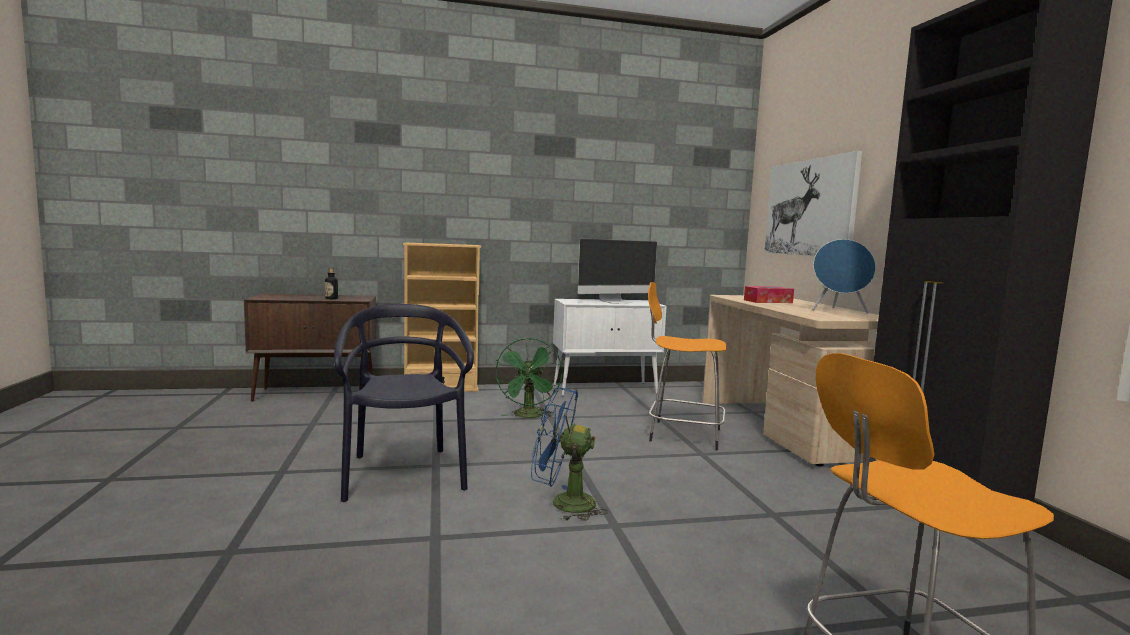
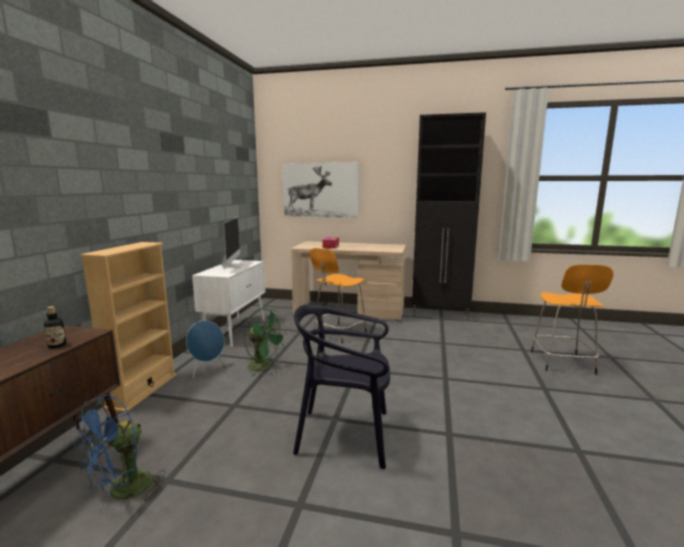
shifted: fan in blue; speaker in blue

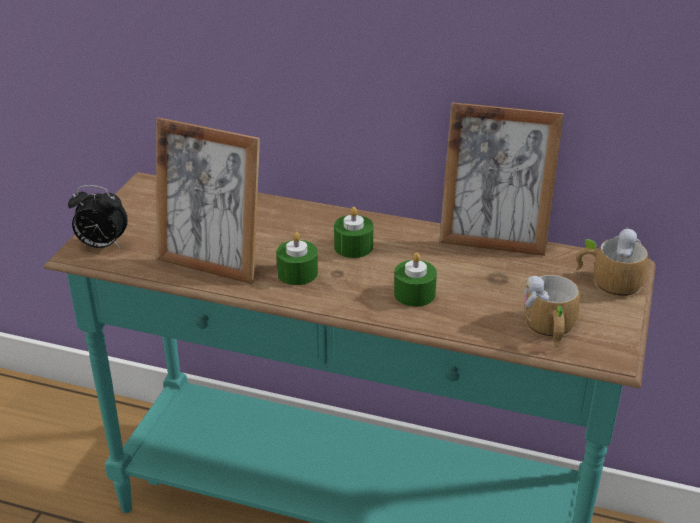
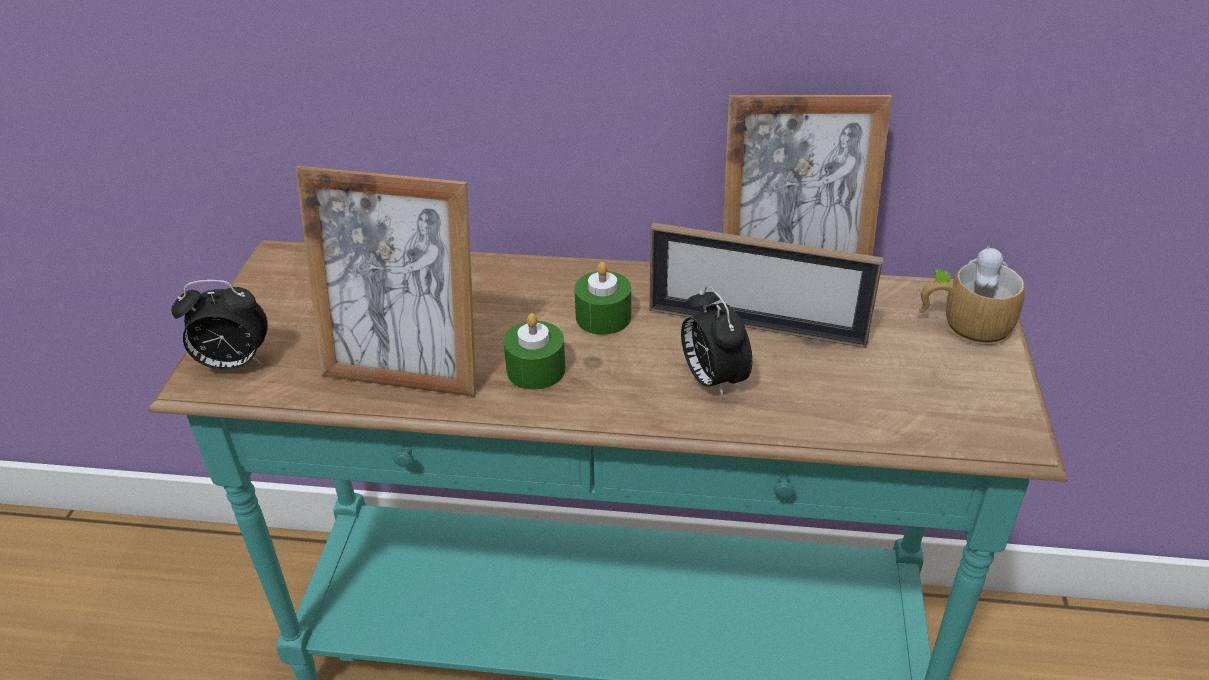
gone: mug (no. 1 from left)
new: picture frame (no. 2 from left)
swapped: candle in green (no. 3 from left) to alarm clock (no. 2 from left)

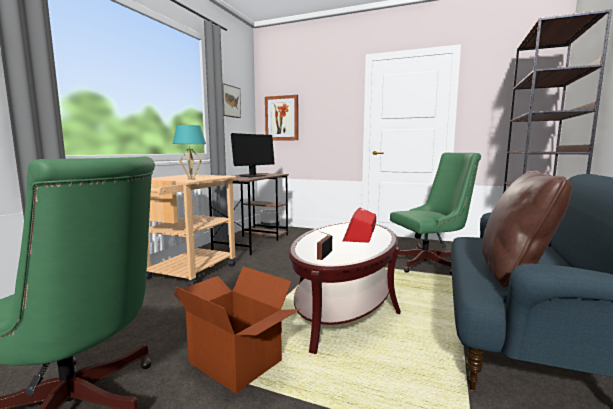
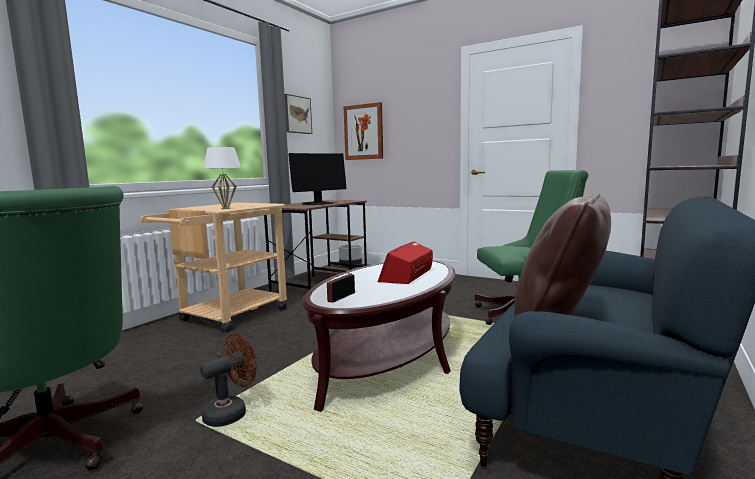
swapped: cardboard box to fan in brown
repainted: table lamp in turquoise to table lamp in white

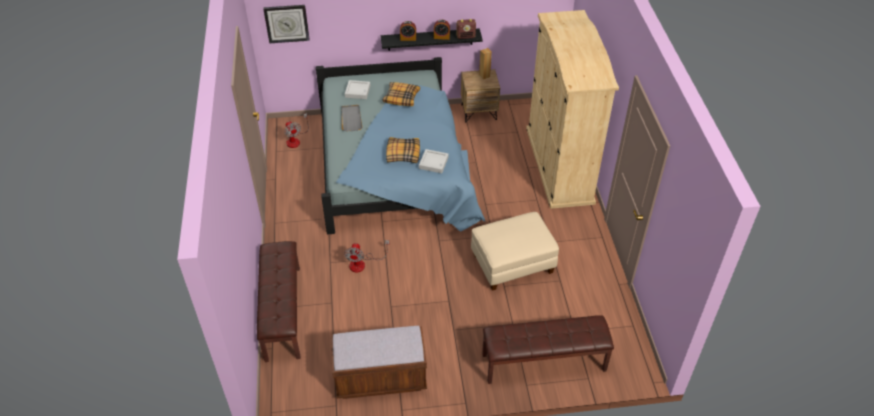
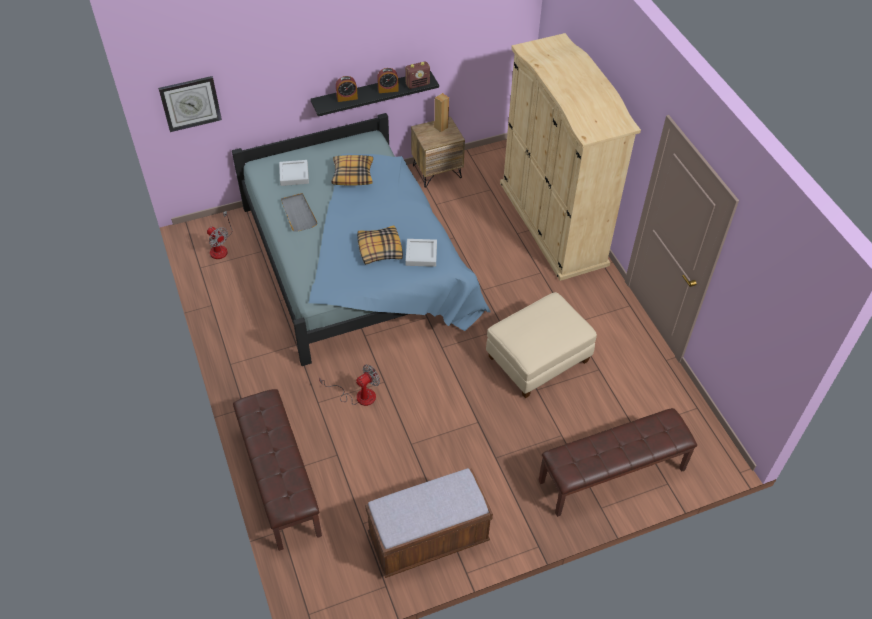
rotated: fan (no. 2 from left) 120 degrees counterclockwise

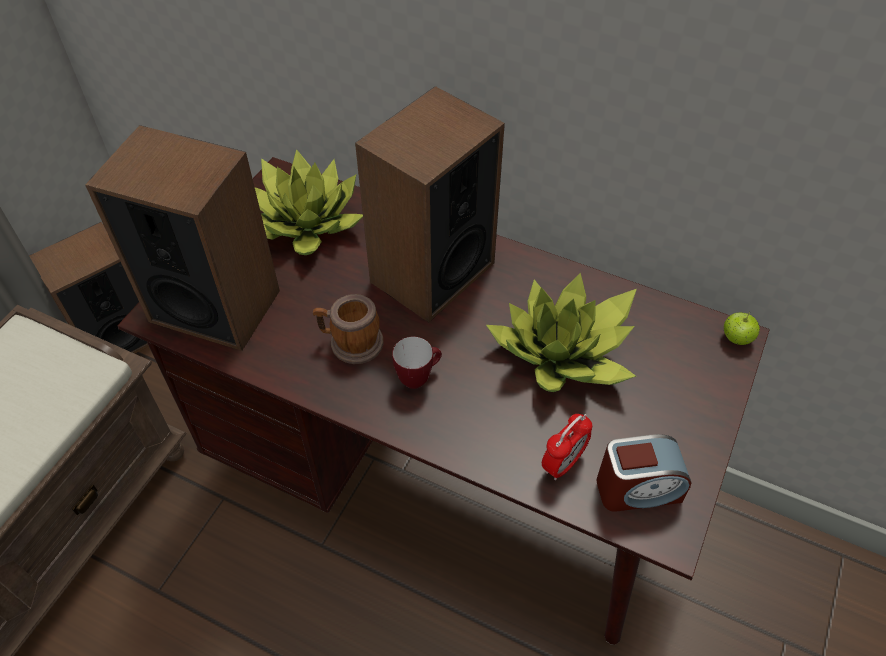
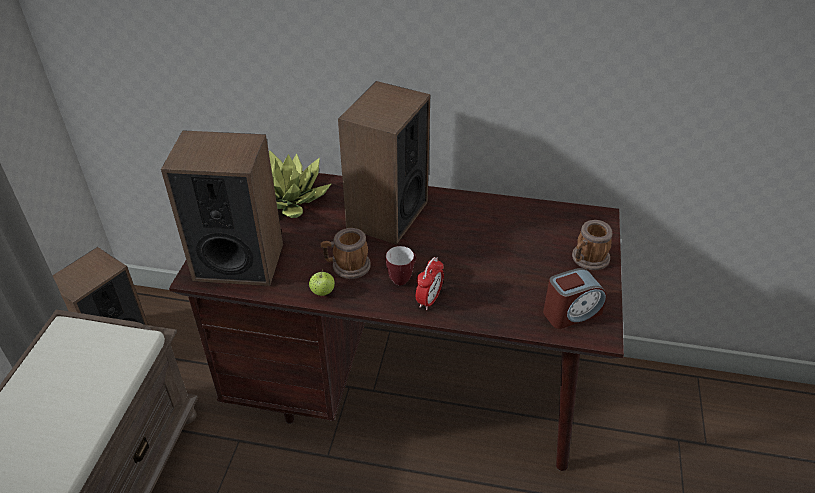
gone: potted plant (no. 2 from left)
new: mug (no. 3 from left)
shifted: alarm clock (no. 1 from left); apple

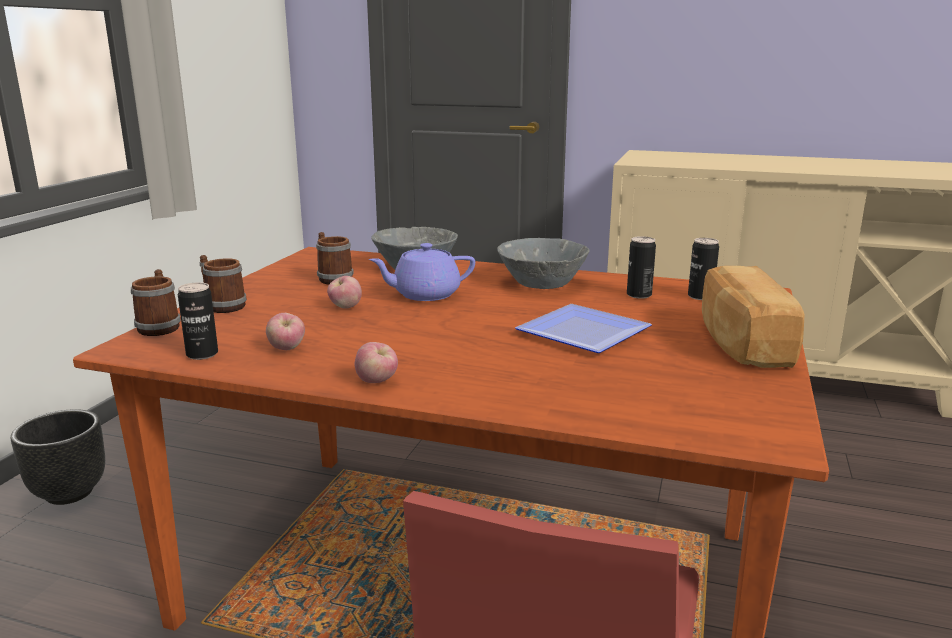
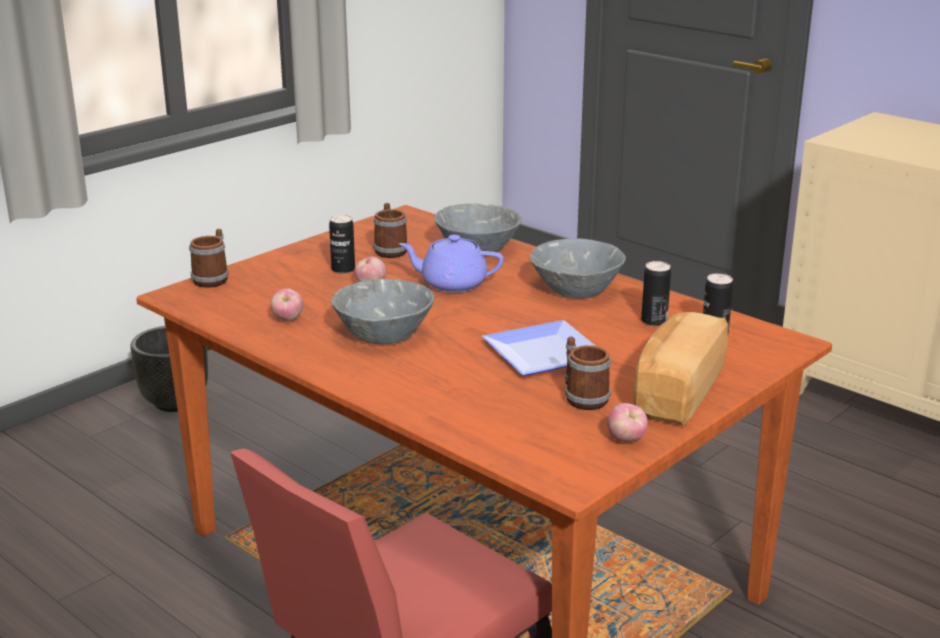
new: bowl in grey (no. 1 from left)
shifted: can (no. 1 from left); mug (no. 2 from left in the first image) to mug (no. 3 from left); apple (no. 3 from left)

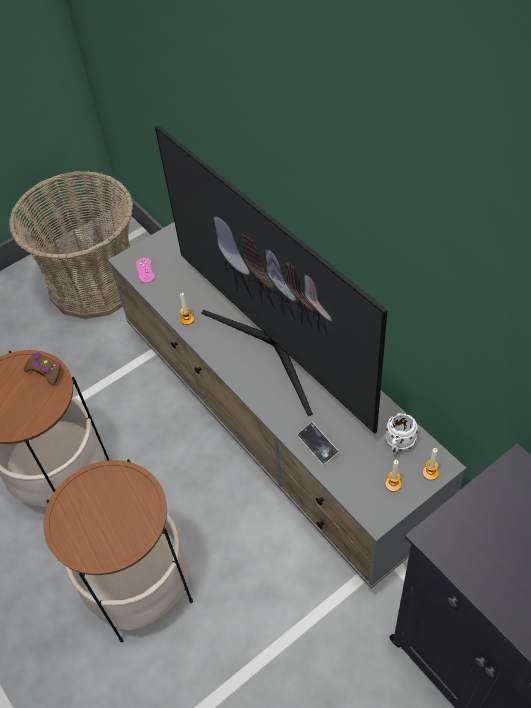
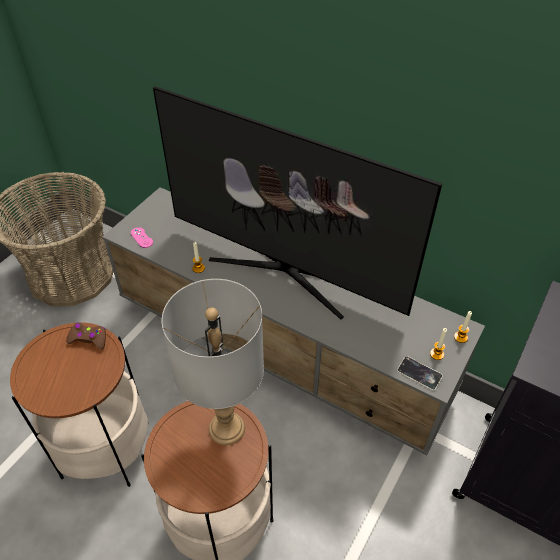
gone: mug in white
new: table lamp in grey
shifted: phone

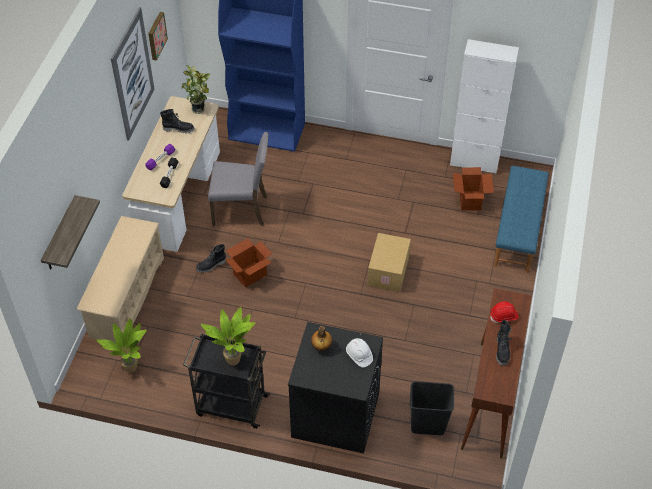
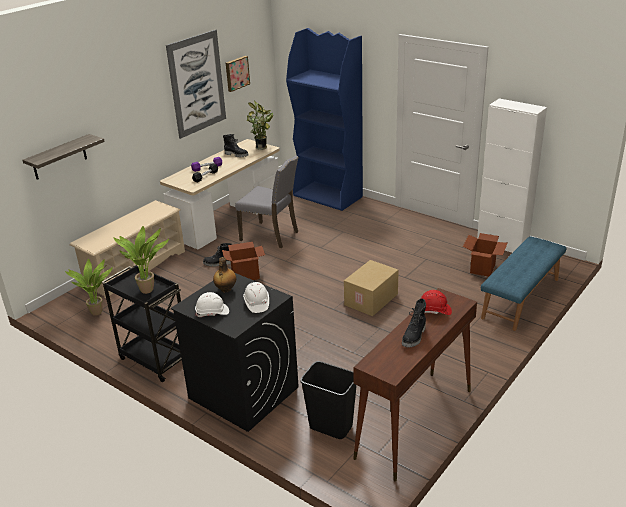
new: hard hat in white (no. 1 from left)

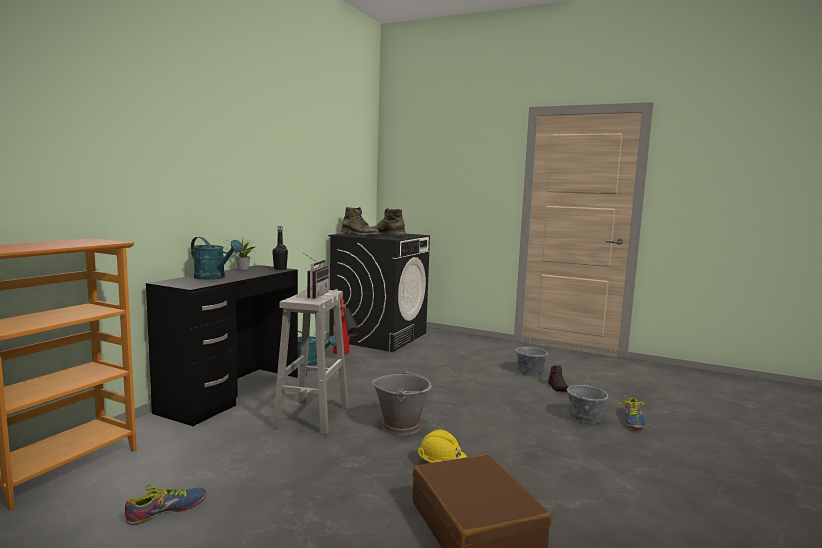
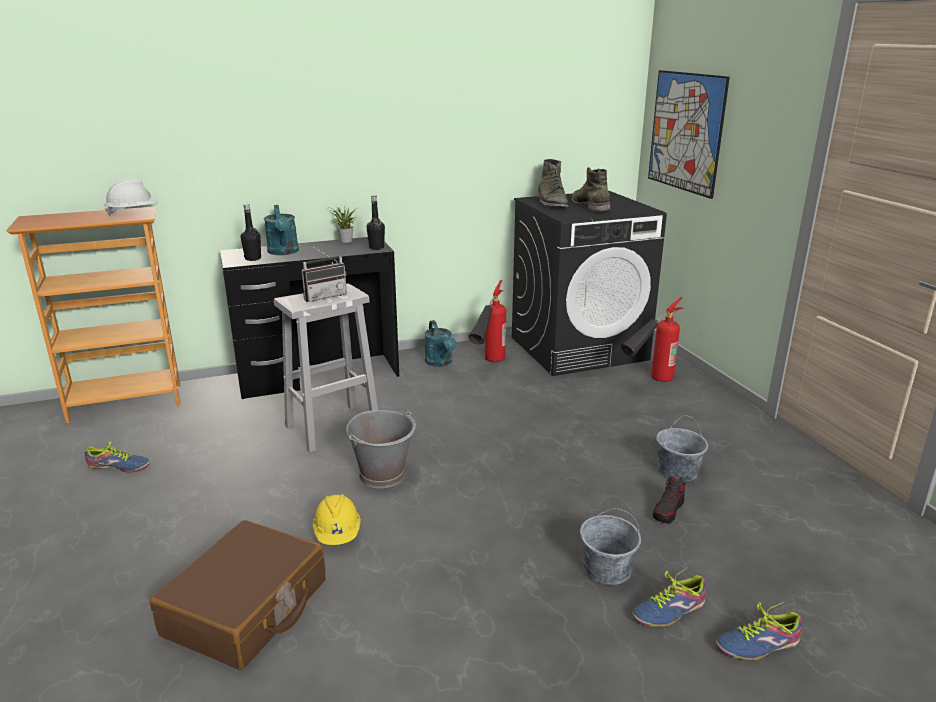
new: hard hat in white; bottle in black (no. 1 from left); fire extinguisher (no. 2 from left); picture; shoe (no. 4 from left)

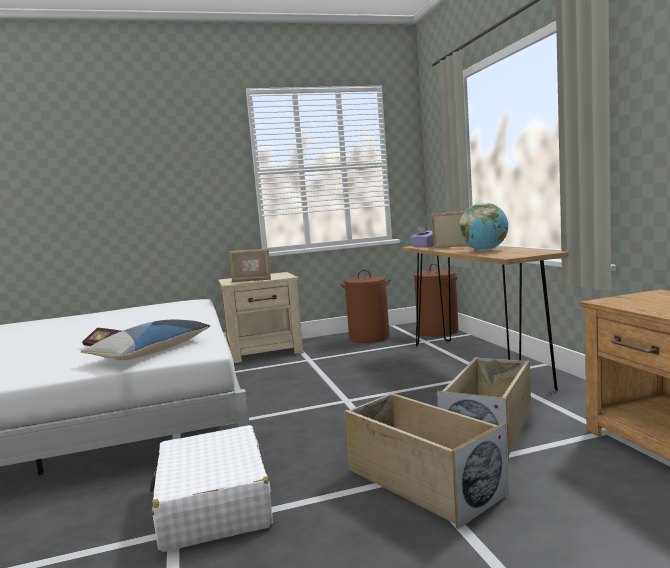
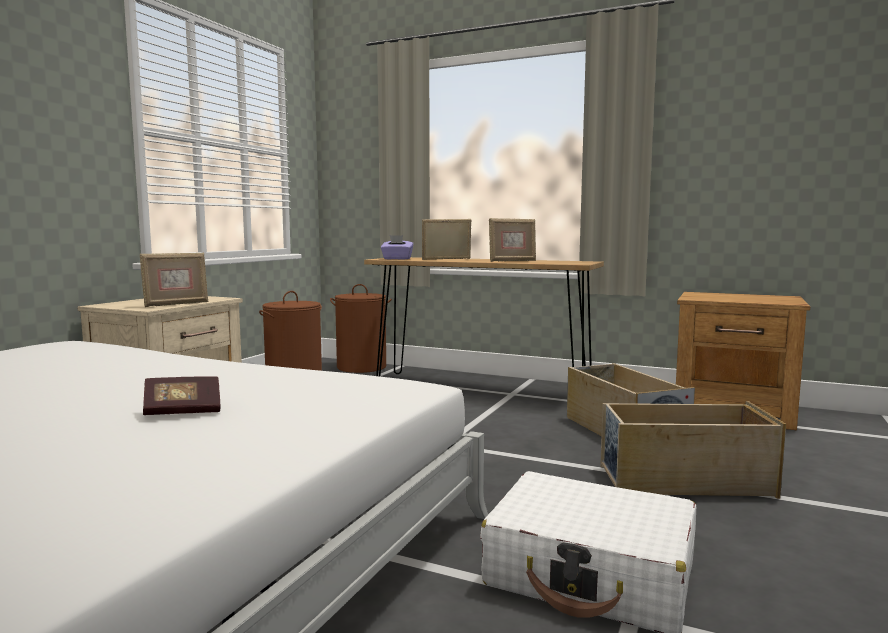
gone: pillow
swapped: globe to picture frame (no. 3 from left)

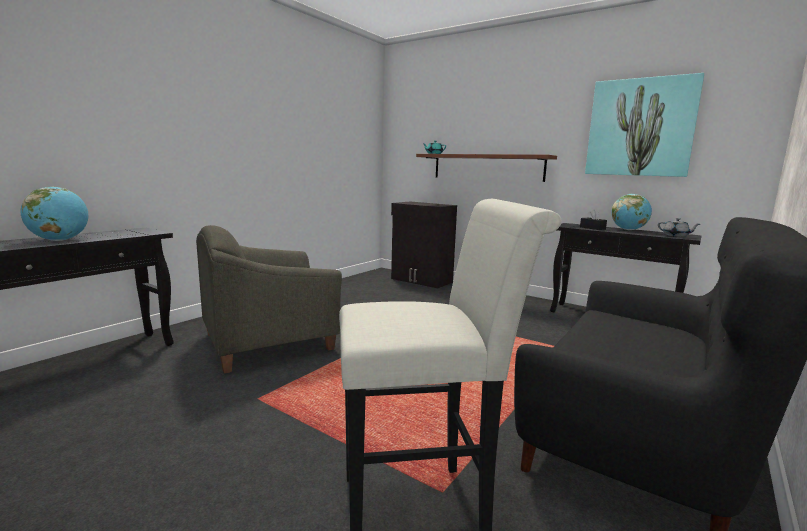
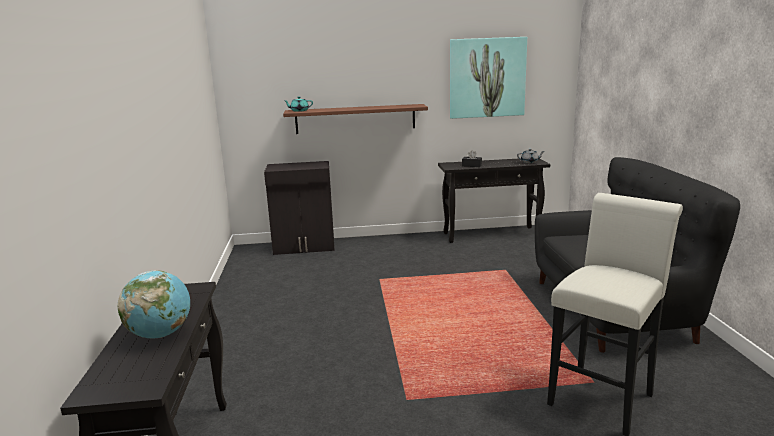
gone: armchair in grey; globe (no. 2 from left)

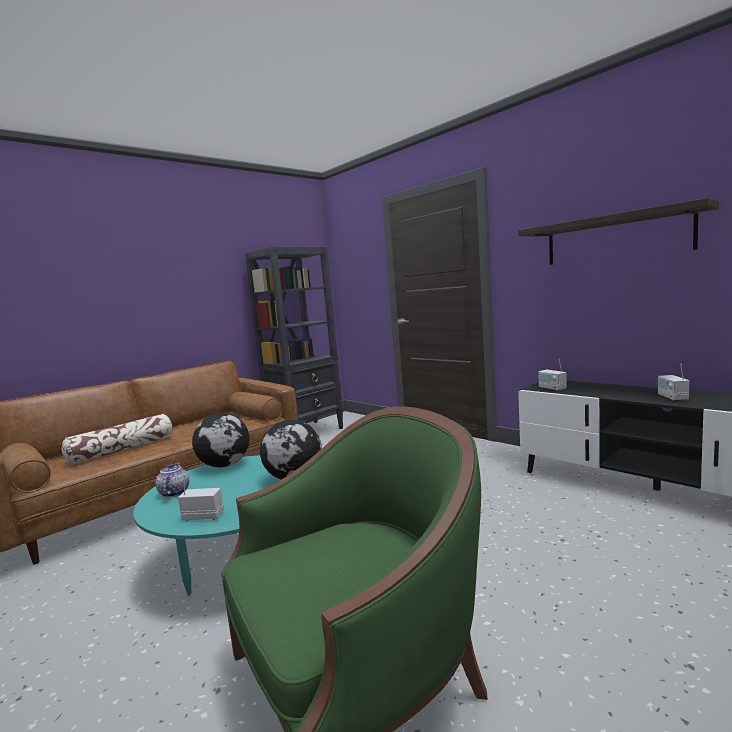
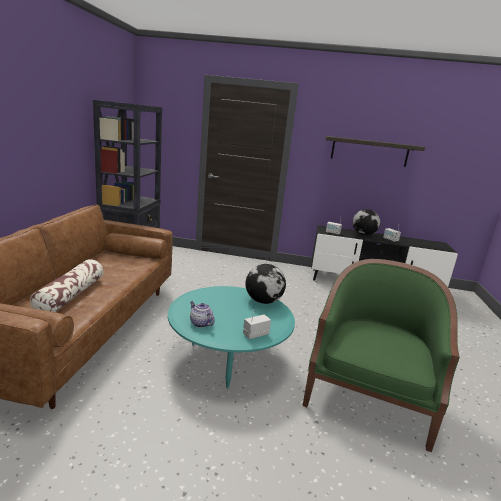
shifted: globe (no. 1 from left in the first image) to globe (no. 2 from left)

